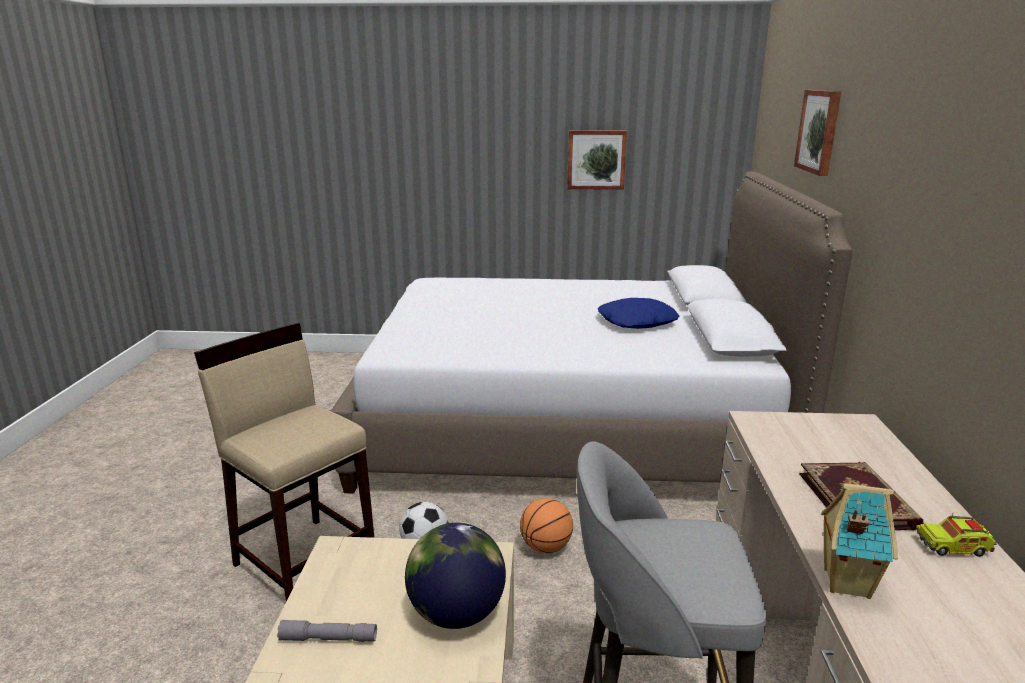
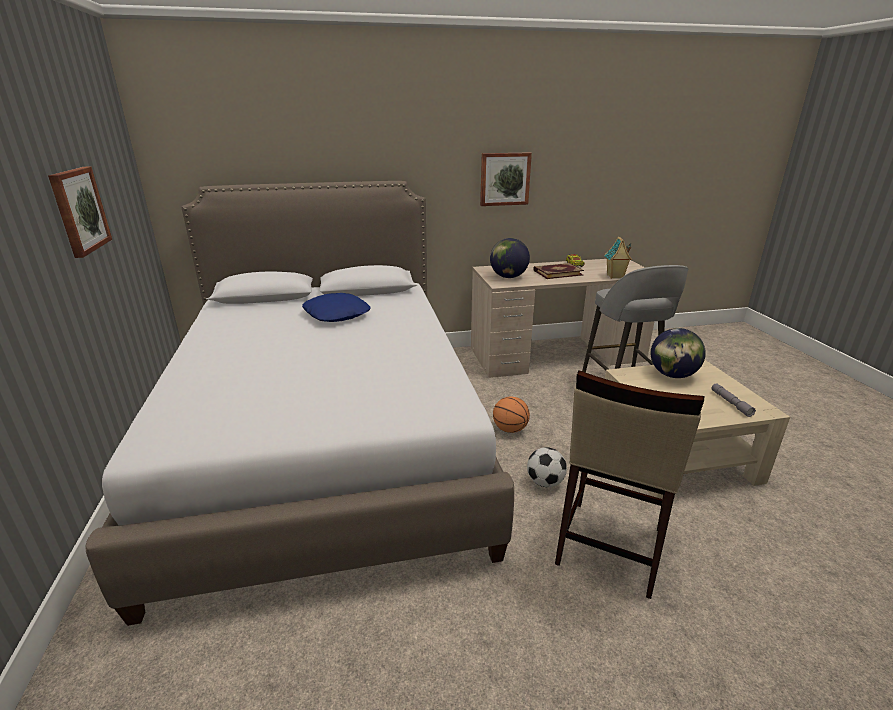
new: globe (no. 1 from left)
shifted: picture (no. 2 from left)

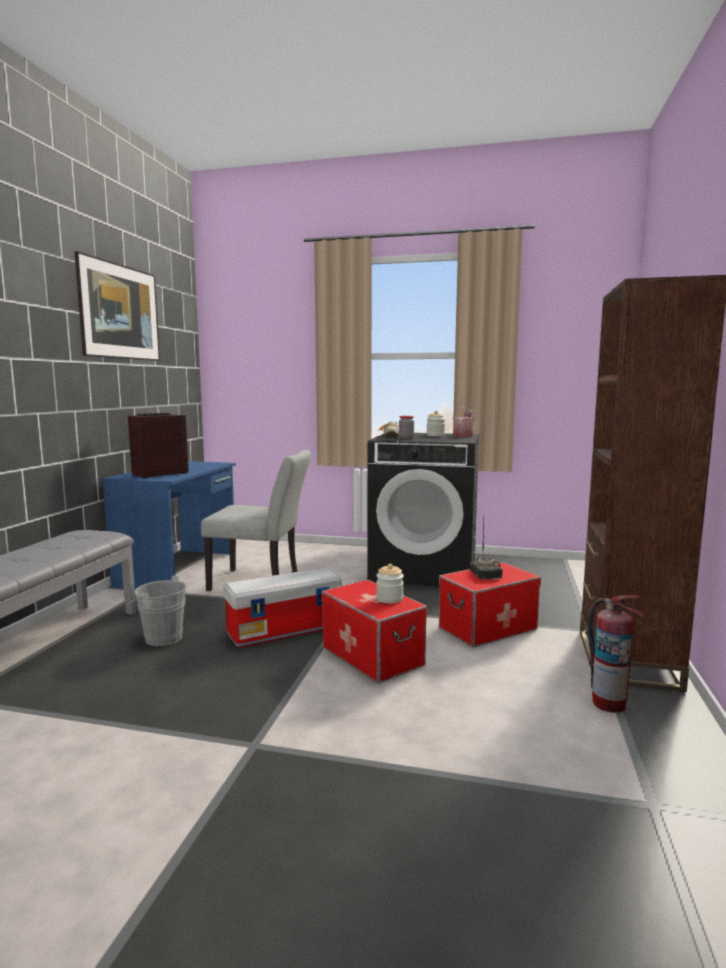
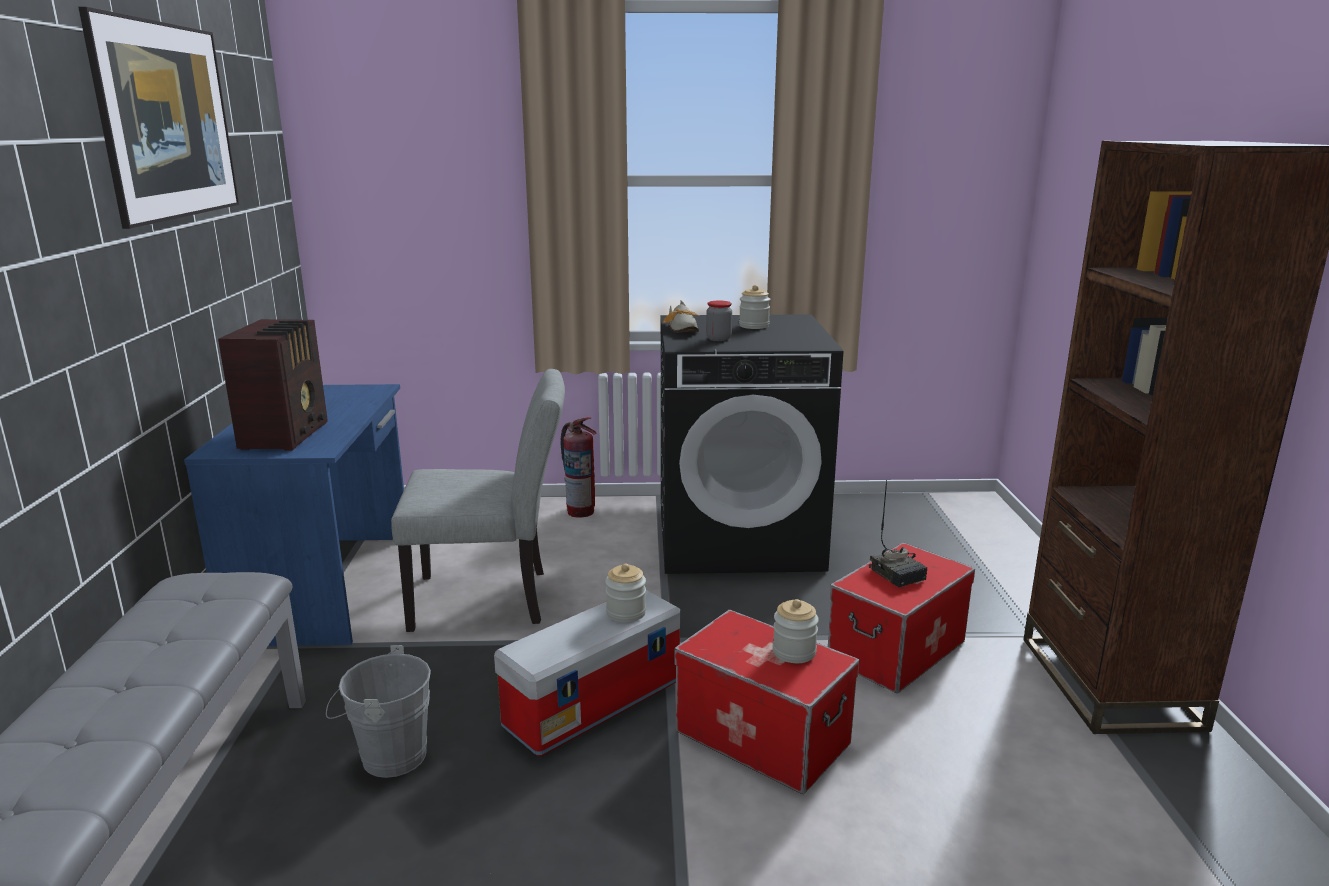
gone: watering can
new: jar (no. 1 from left)
shifted: fire extinguisher
rotated: radio (no. 1 from left) 150 degrees clockwise

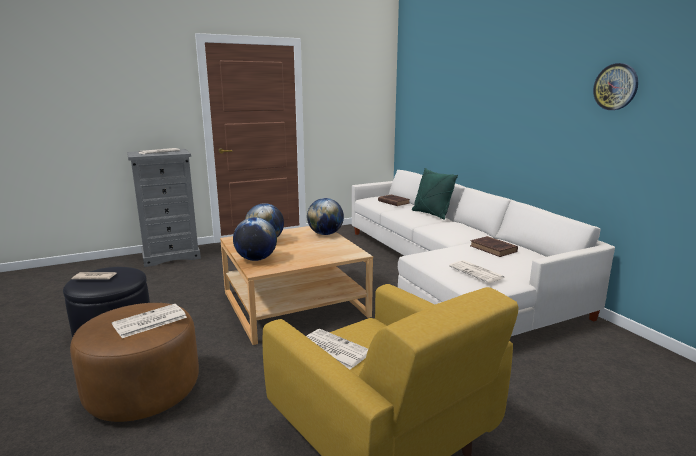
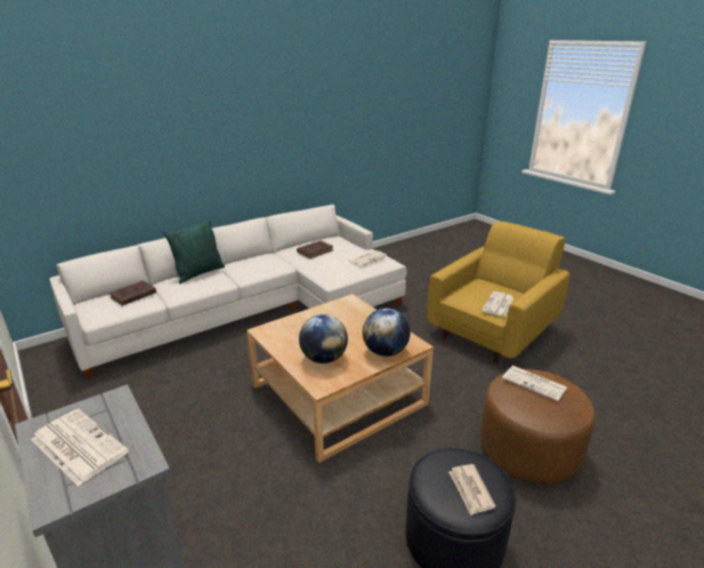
gone: globe (no. 3 from left); wall clock

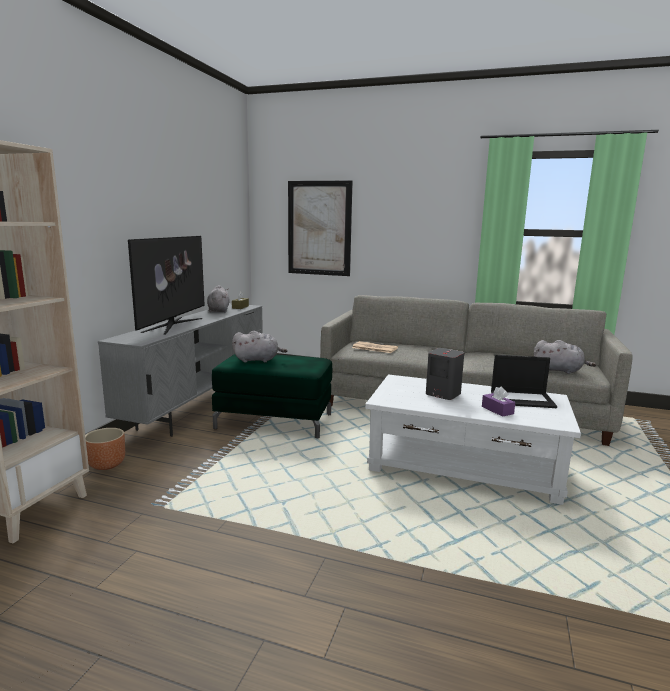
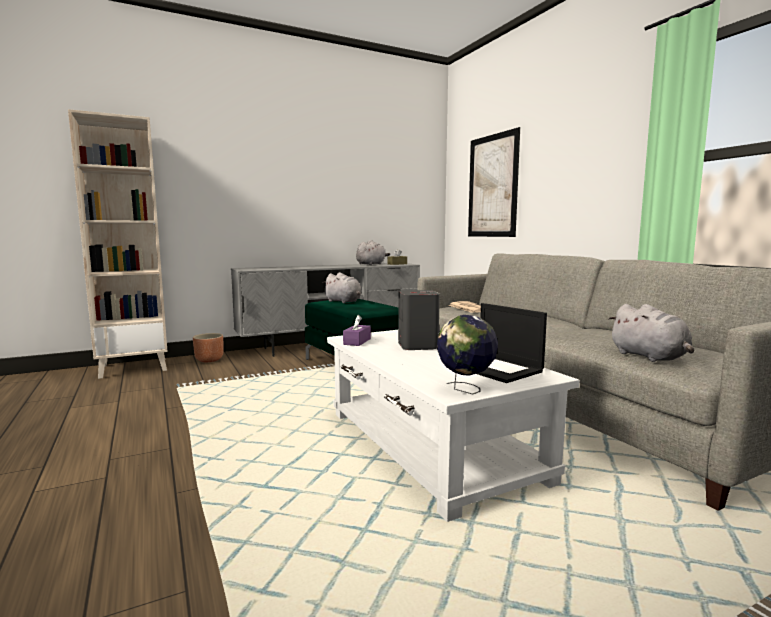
gone: television
new: globe
shifted: tissue box in purple

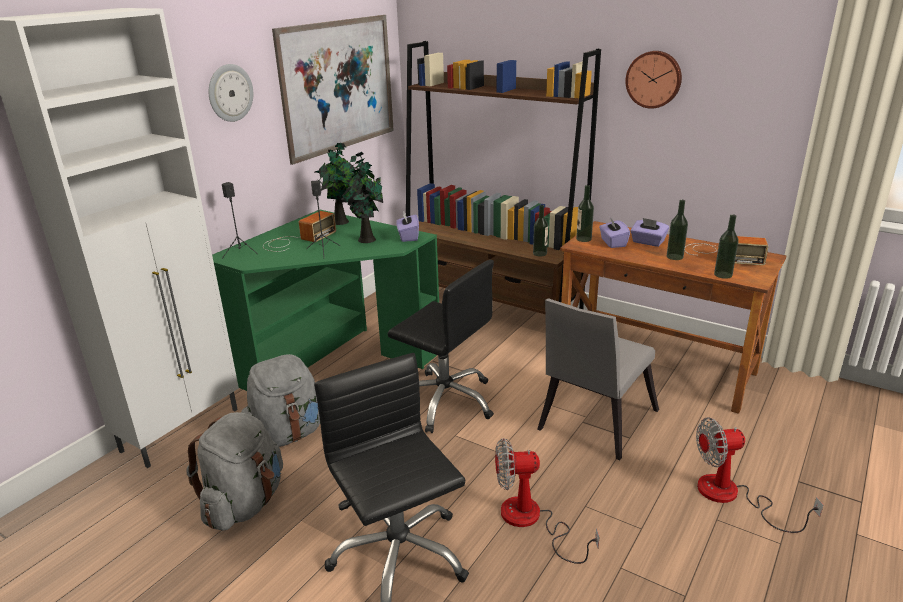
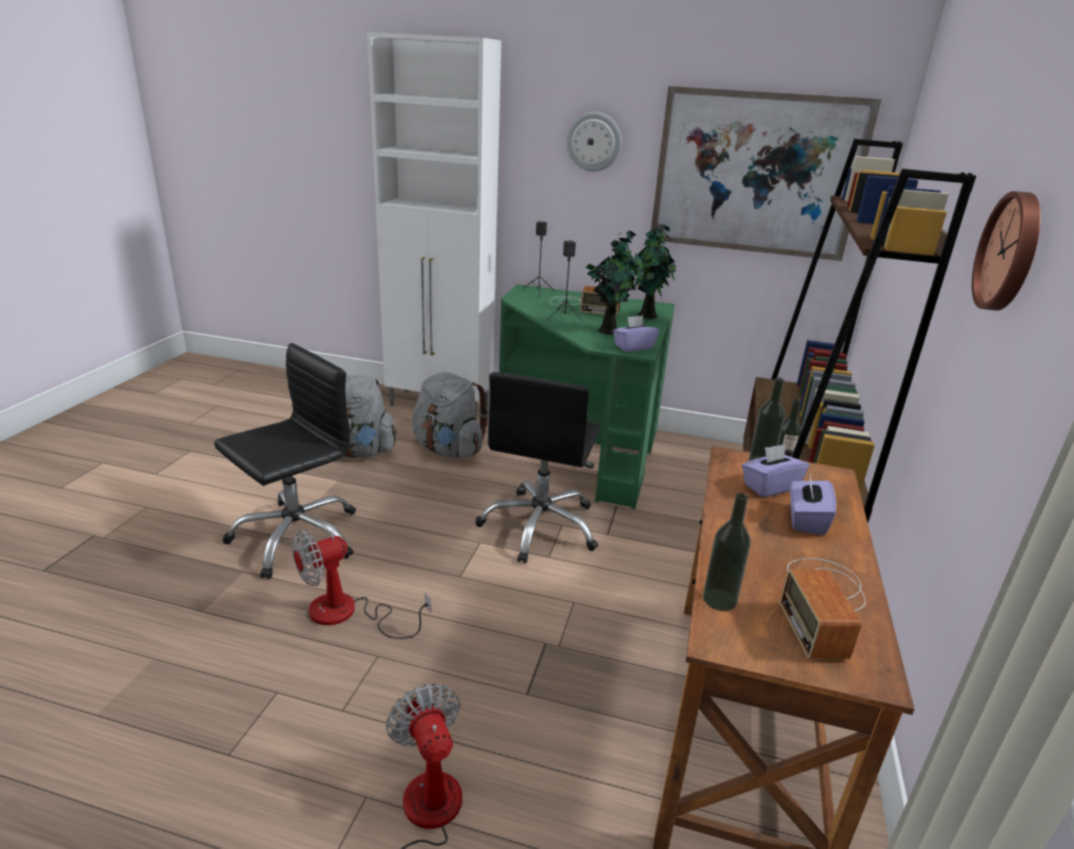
gone: chair in grey; bottle (no. 3 from left)
rotated: fan (no. 1 from left) 105 degrees counterclockwise

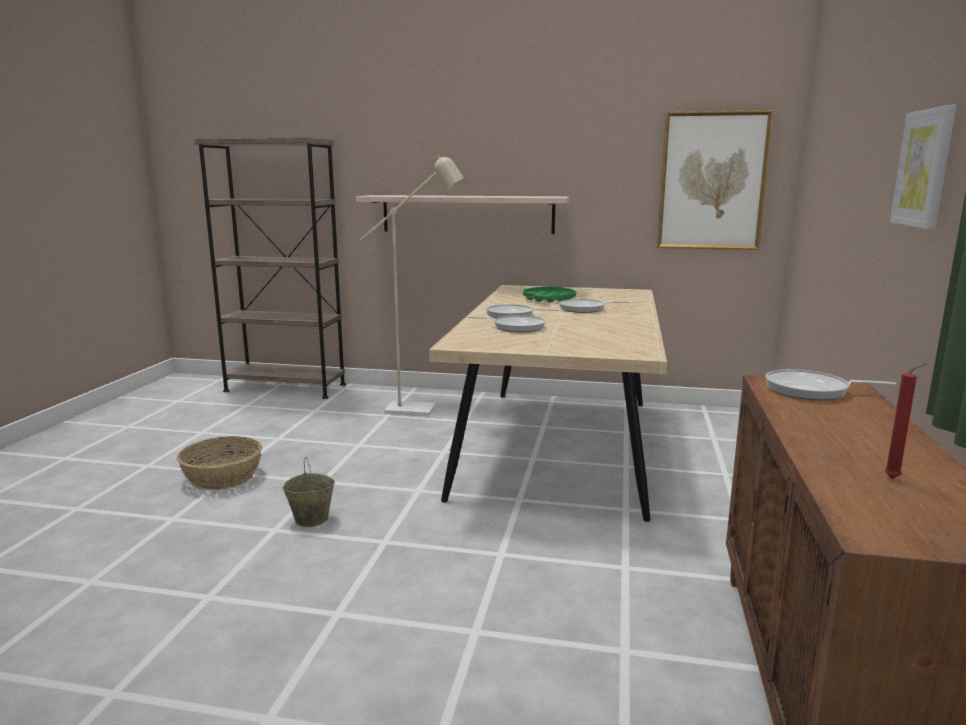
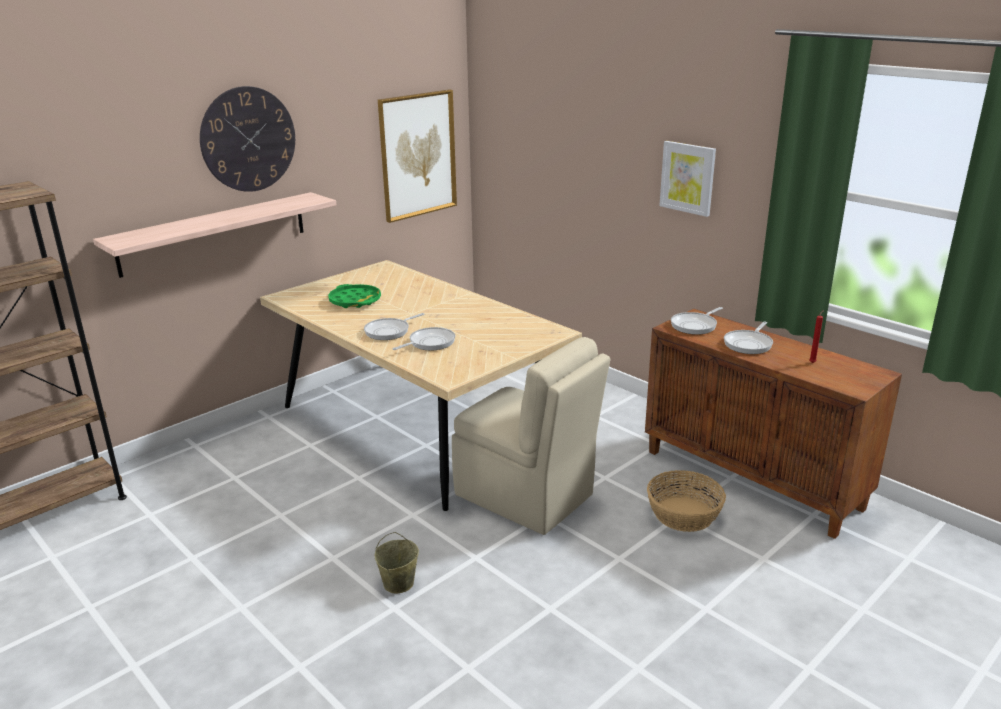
gone: floor lamp in beige
new: wall clock; chair in beige
shifted: basket; frying pan (no. 3 from left in the first image) to frying pan (no. 4 from left)

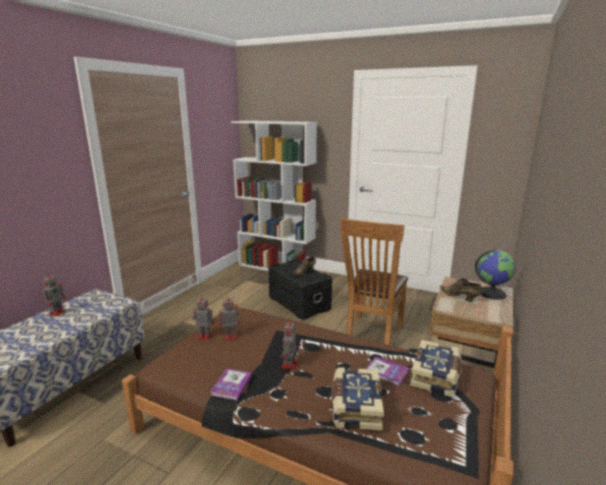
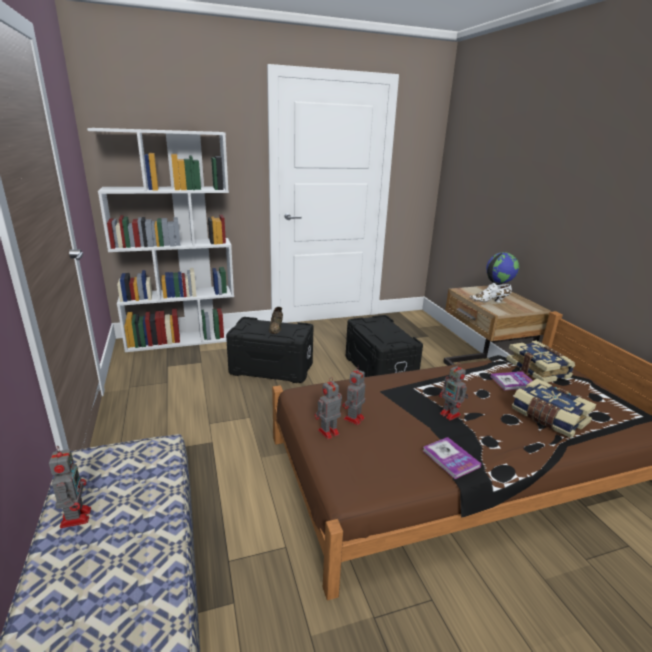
swapped: chair in brown to storage box in black (no. 2 from left)
repainted: shoe in brown (no. 2 from left) to shoe in white

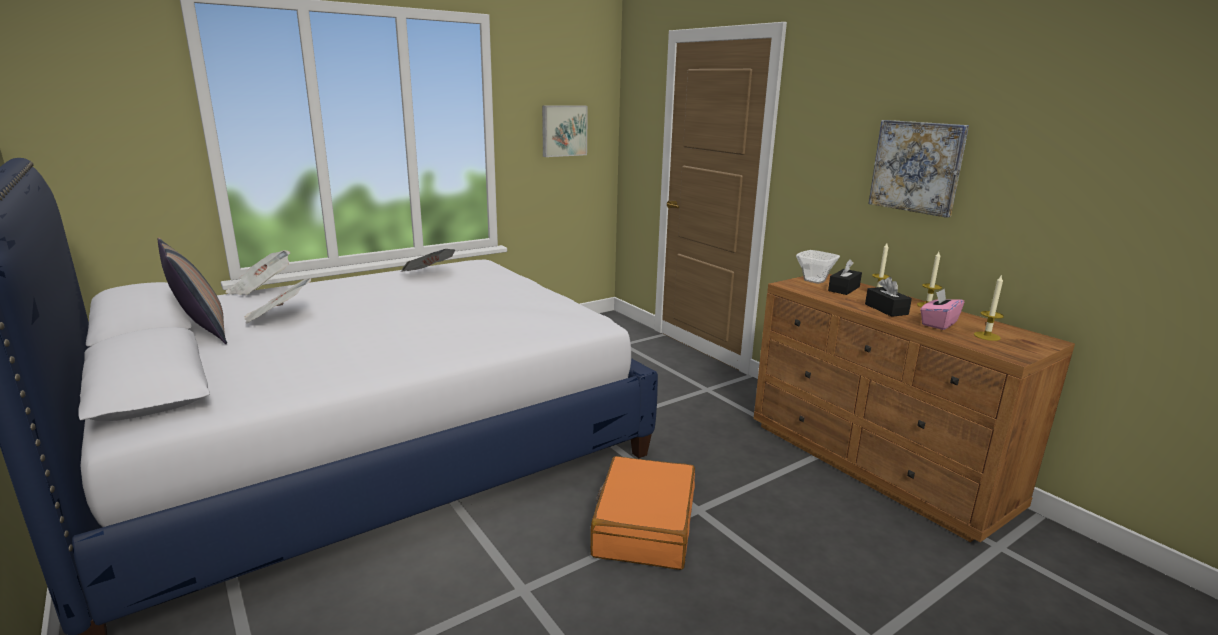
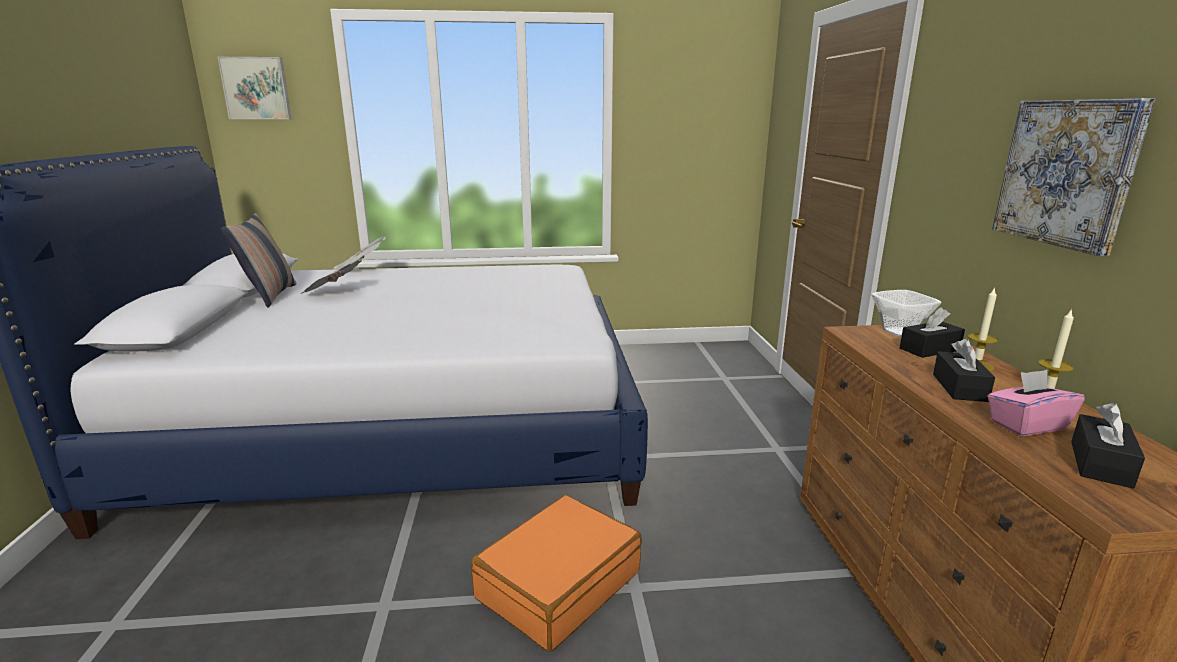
gone: newspaper (no. 3 from left)
shifted: picture (no. 1 from left)
swapped: candle (no. 3 from left) to tissue box in black (no. 3 from left)

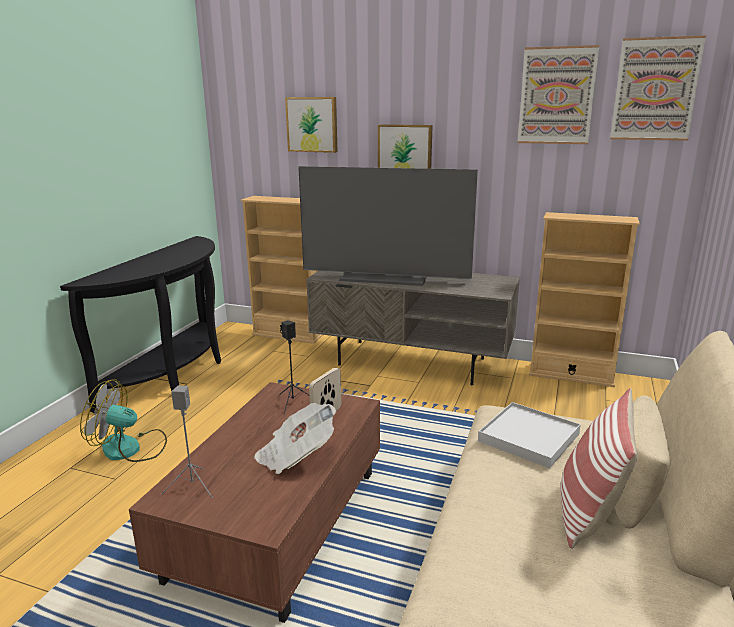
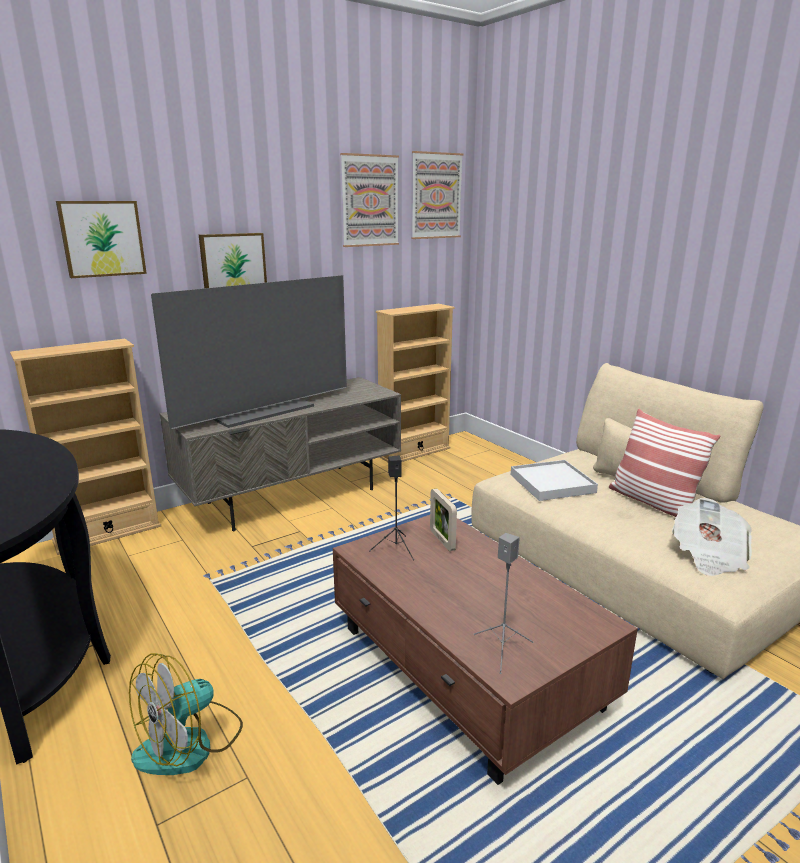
shifted: newspaper

